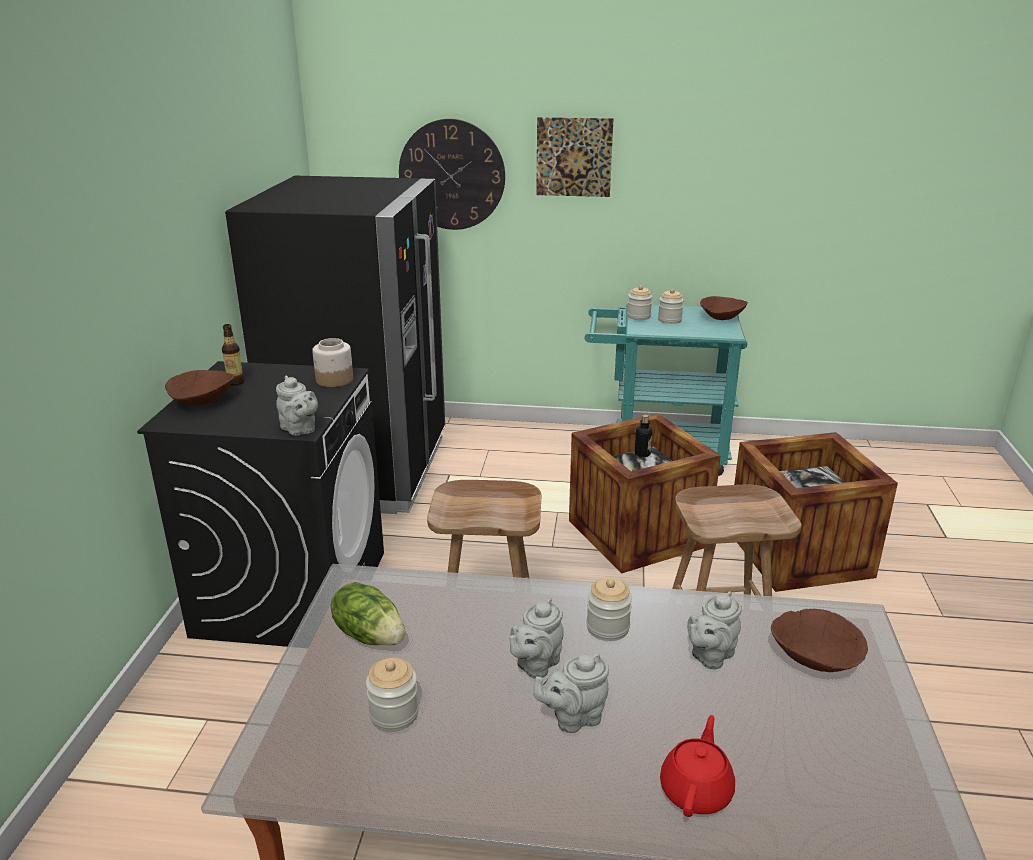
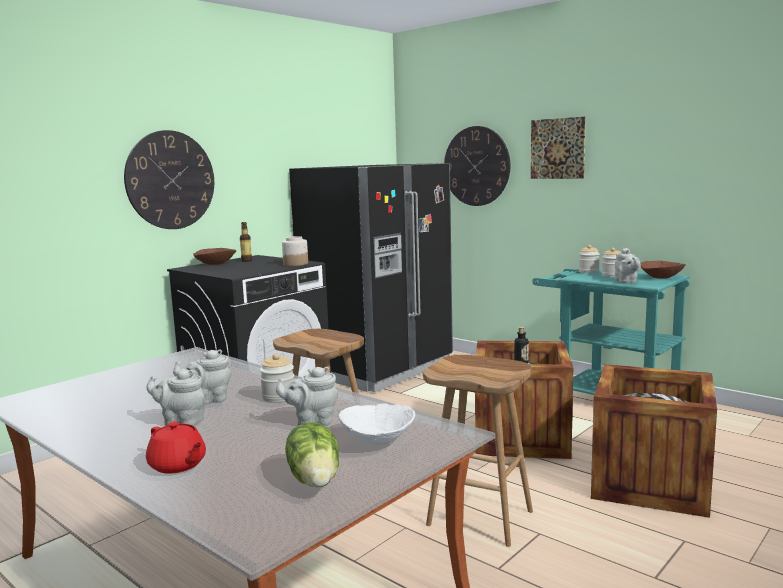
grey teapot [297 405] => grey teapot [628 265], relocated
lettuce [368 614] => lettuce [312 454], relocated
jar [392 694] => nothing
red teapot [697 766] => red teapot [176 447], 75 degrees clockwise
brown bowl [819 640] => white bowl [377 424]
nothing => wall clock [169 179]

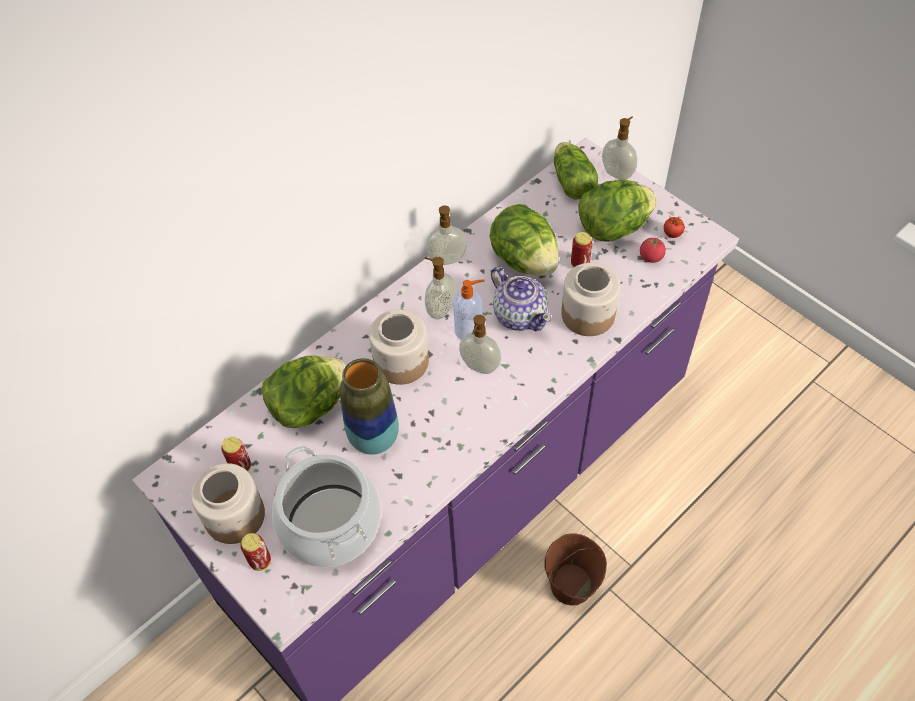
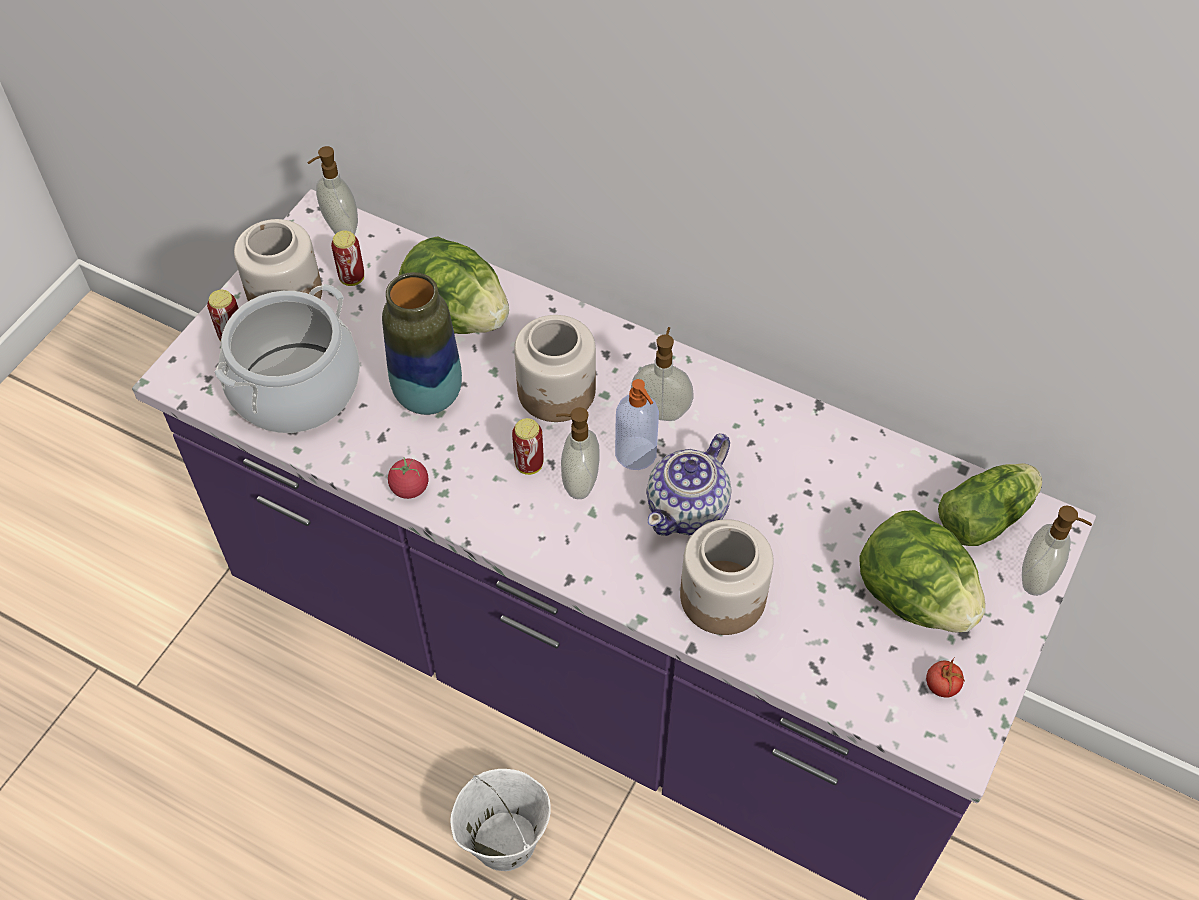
soap dispenser [446 235] => soap dispenser [332 190], relocated
lettuce [524 240] => nothing
brown bucket [575 569] => white bucket [500 820]
can [582 250] => can [528 446], relocated
tomato [653 249] => tomato [408 478], relocated

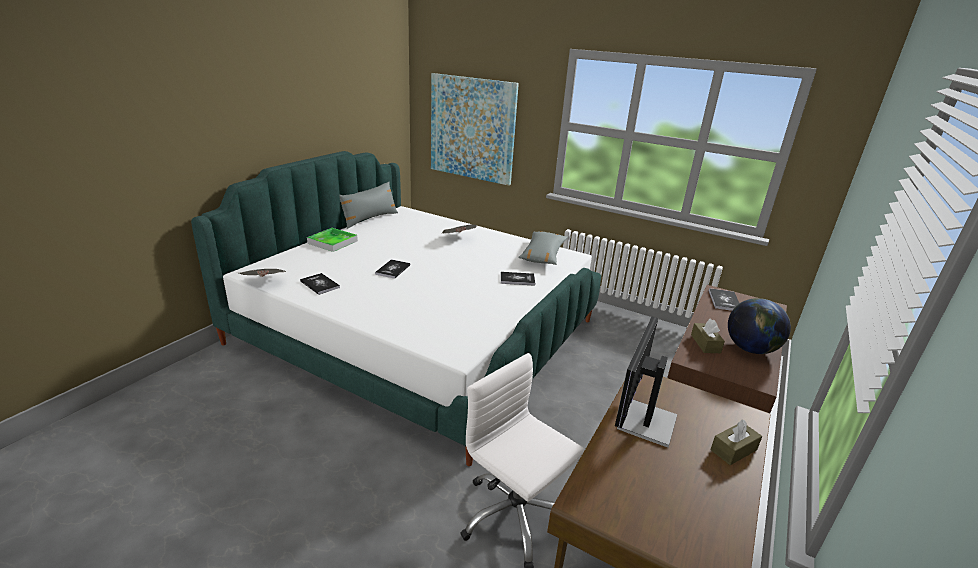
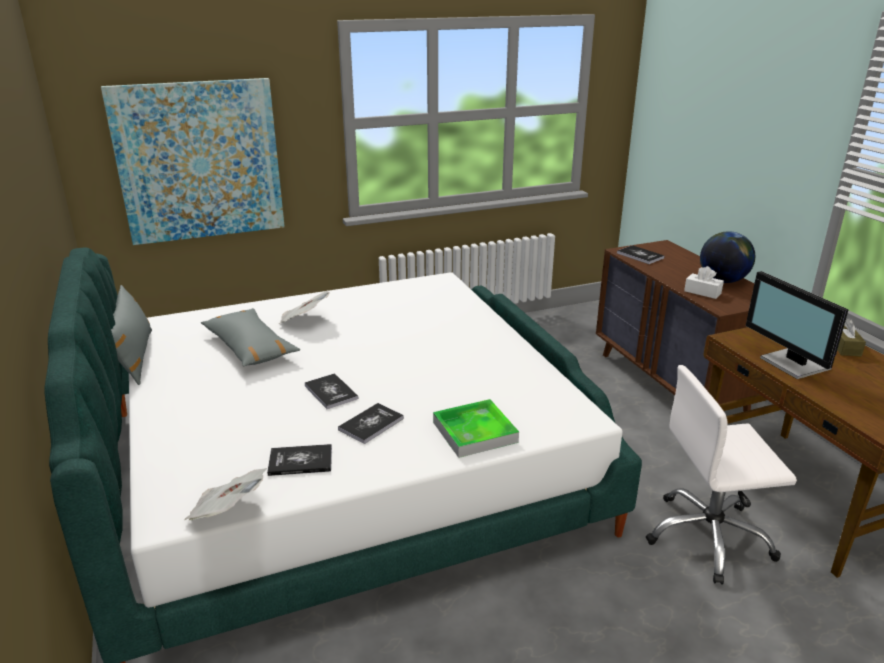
tray [332 240] => tray [476 428], relocated
book [518 279] => book [371 423], relocated
grey pillow [543 248] => grey pillow [250 337], relocated
brown tissue box [708 336] => white tissue box [704 282]

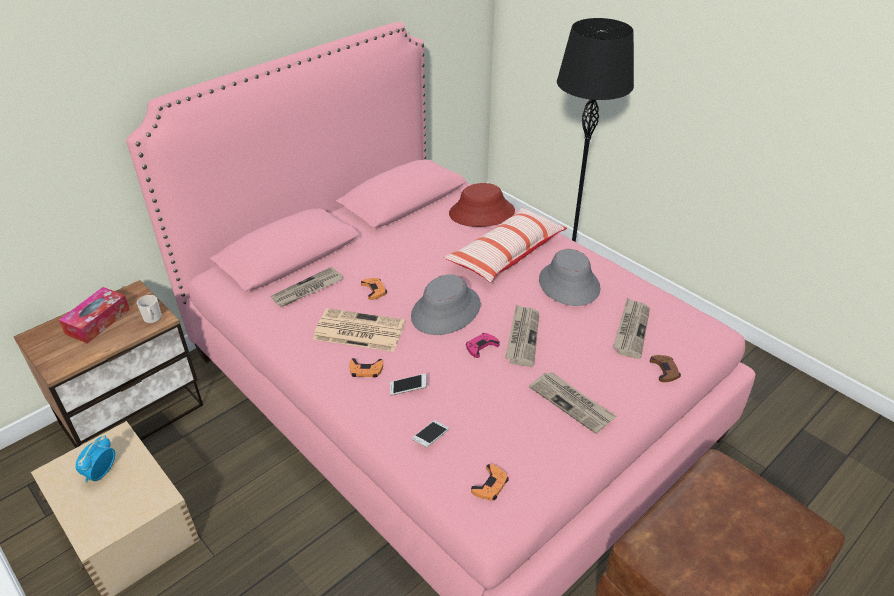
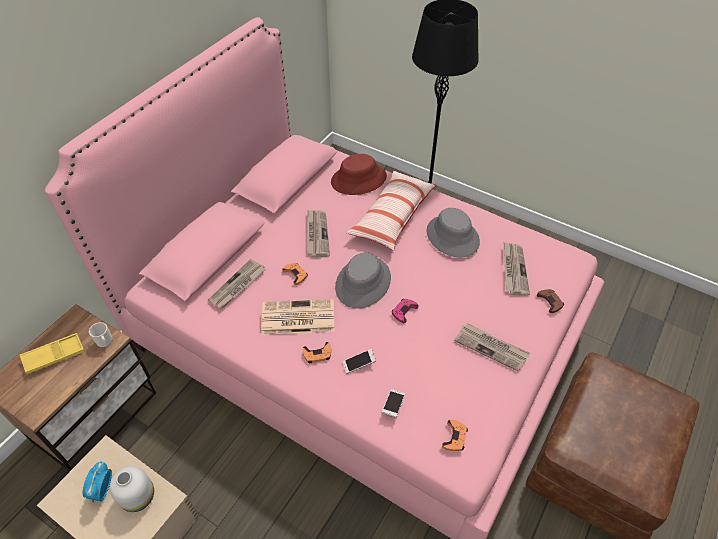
tissue box [94 315] => yellow tray [52 353]
newspaper [522 336] => newspaper [318 234], relocated
nothing => white vase [132 489]

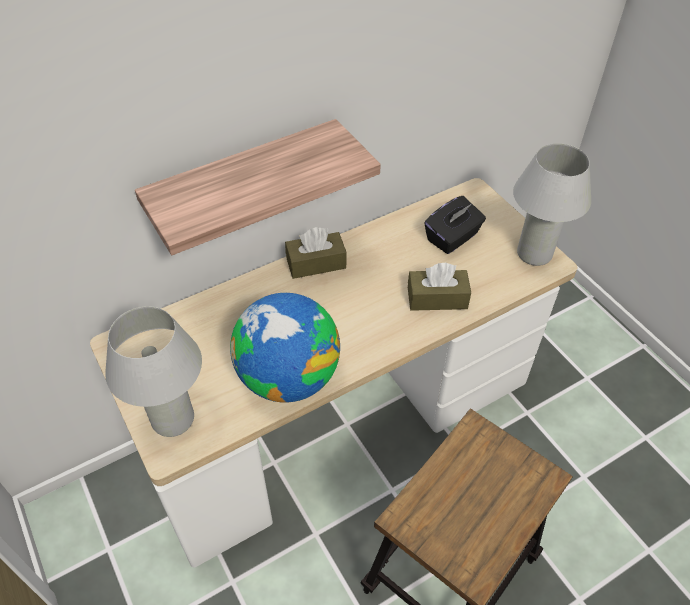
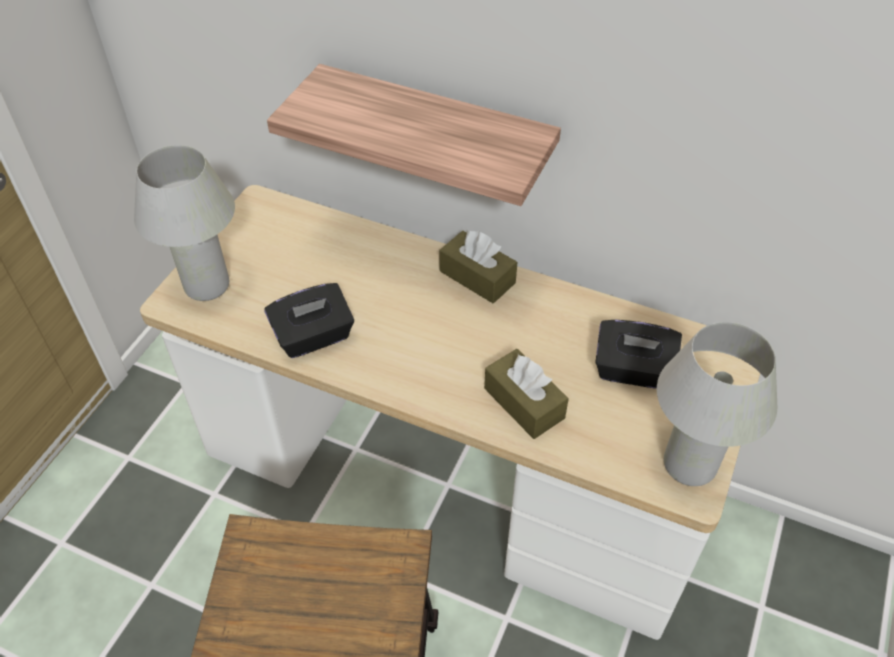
globe [285 348] => black tissue box [309 320]

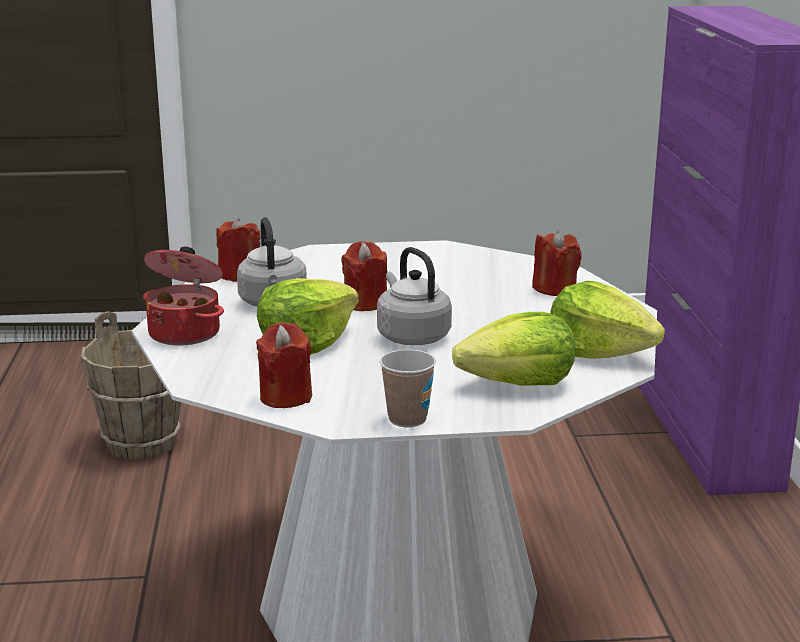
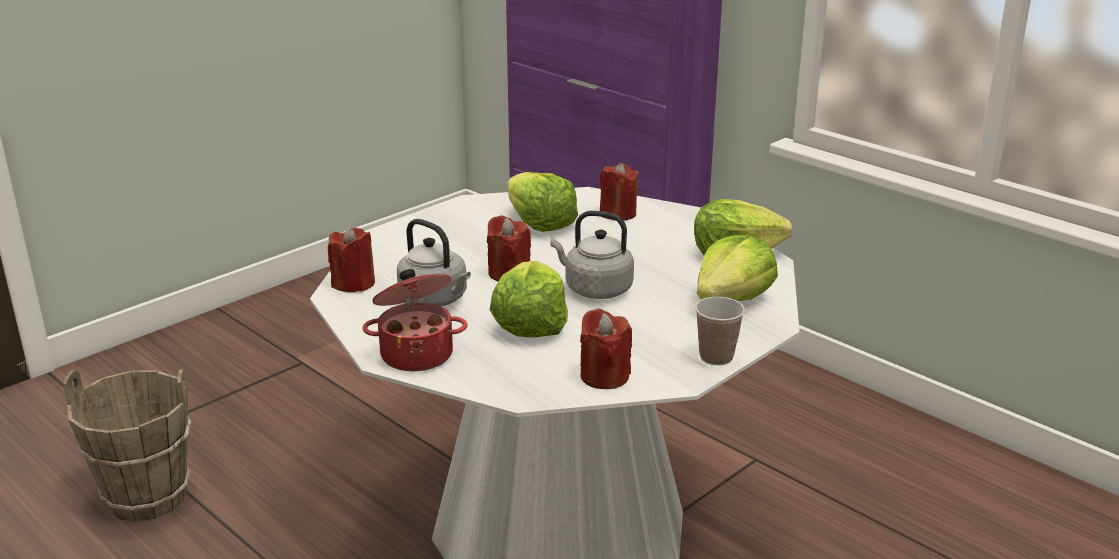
nothing => lettuce [542 202]

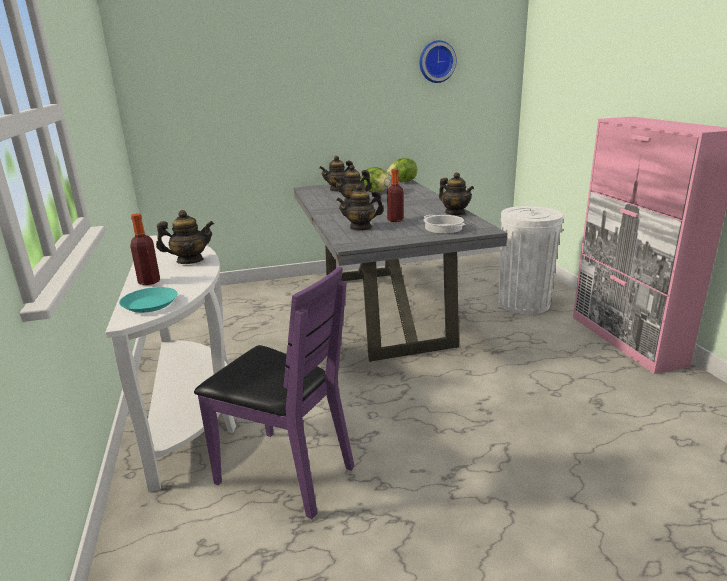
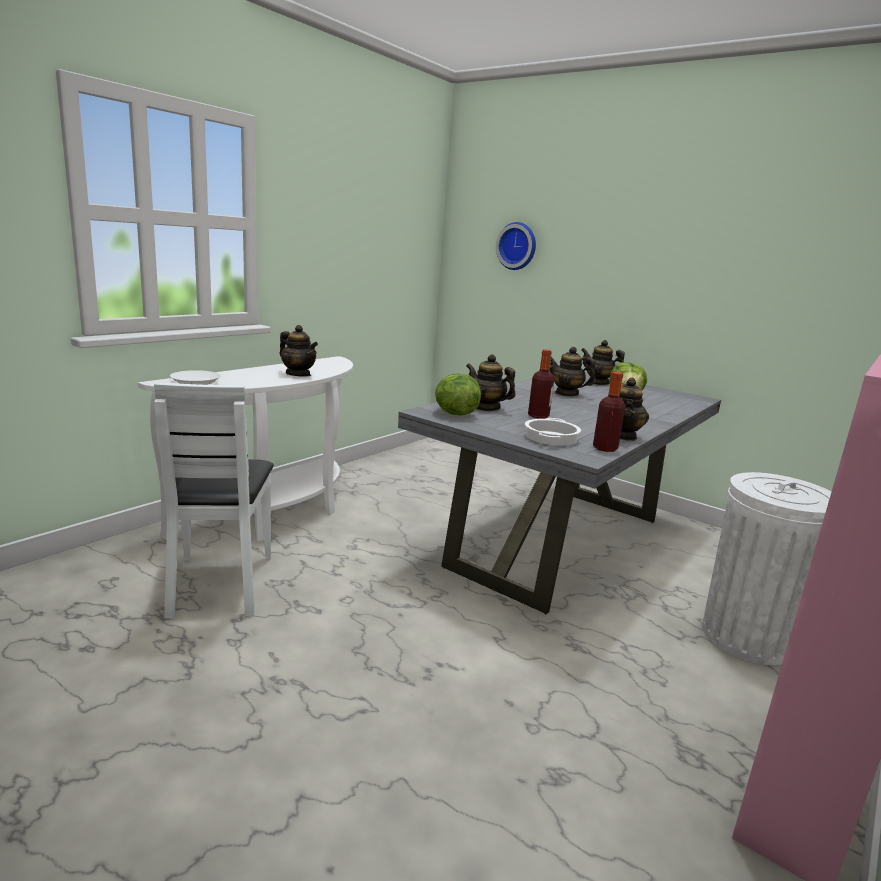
turquoise plate [148 300] => white plate [195 377]
bottle [145 249] => bottle [609 412], relocated
purple chair [274 392] => white chair [214 500]
lettuce [402 170] => lettuce [458 394], relocated
wall clock [438 61] => wall clock [516 246], relocated

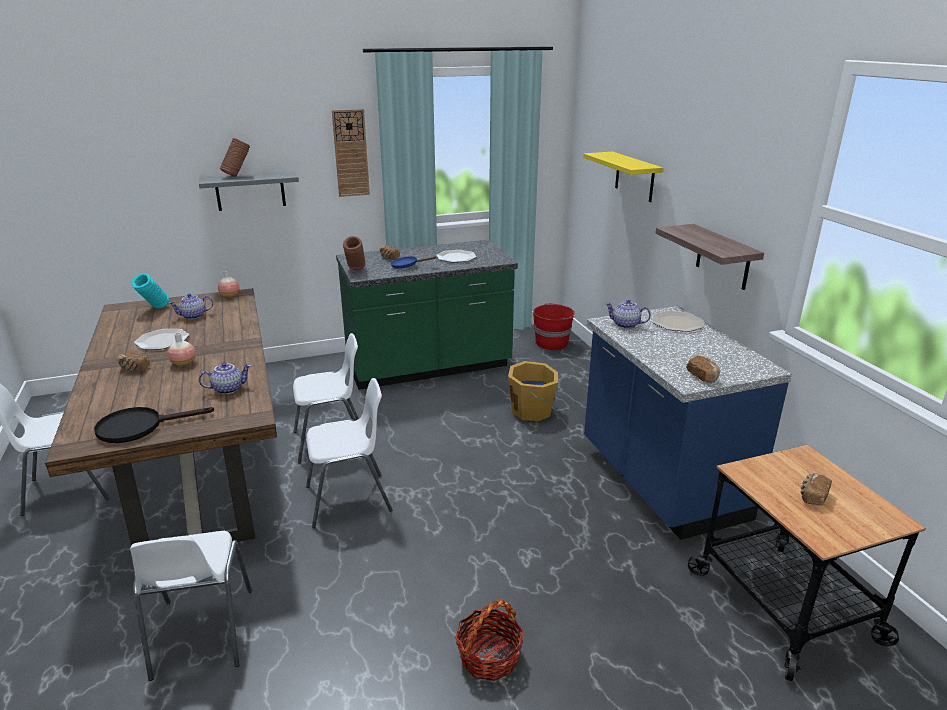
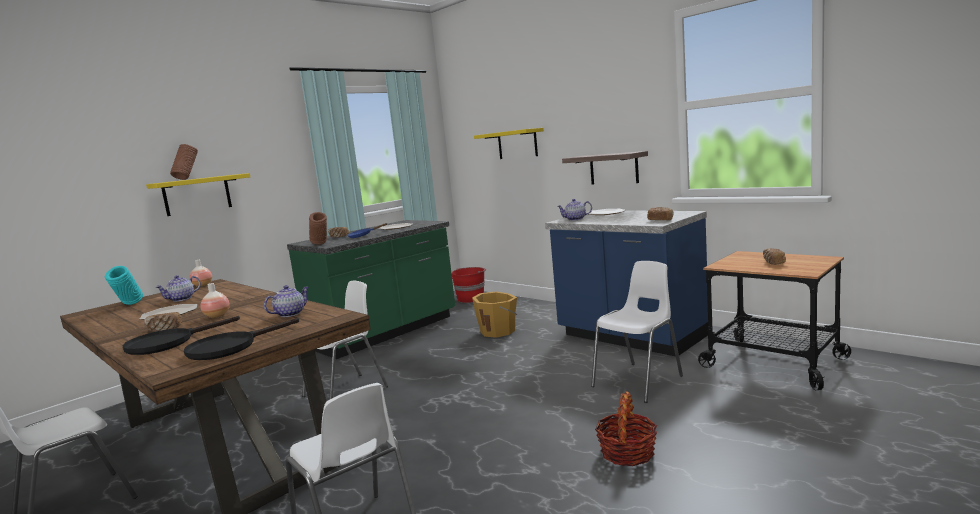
grey shelf [249 191] => yellow shelf [198 194]
white chair [349 453] => white chair [637 332], relocated
wall clock [351 153] => nothing
nothing => black frying pan [181 335]

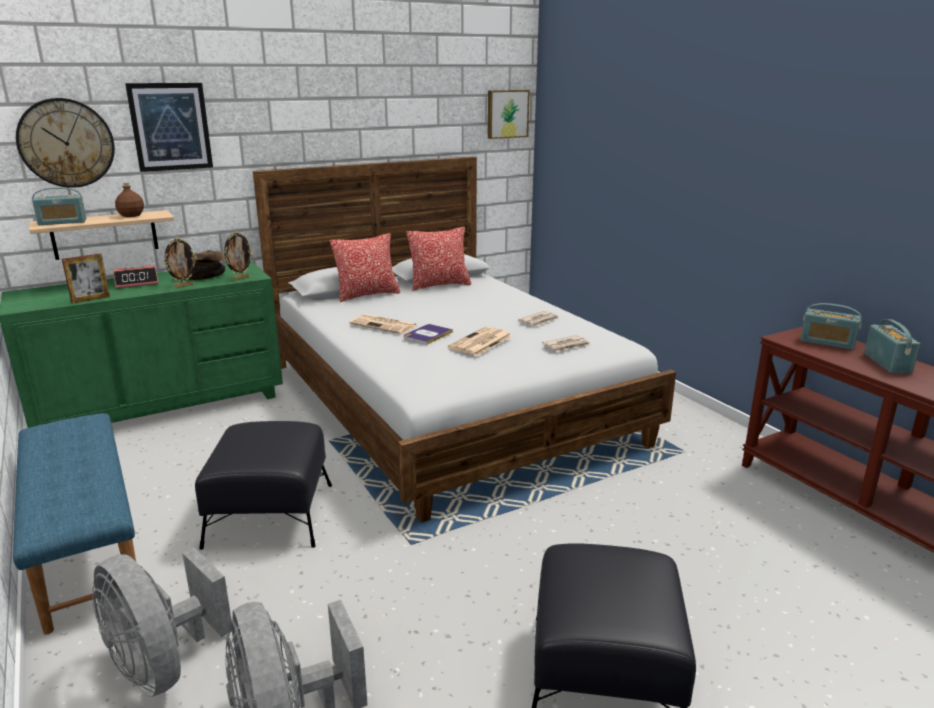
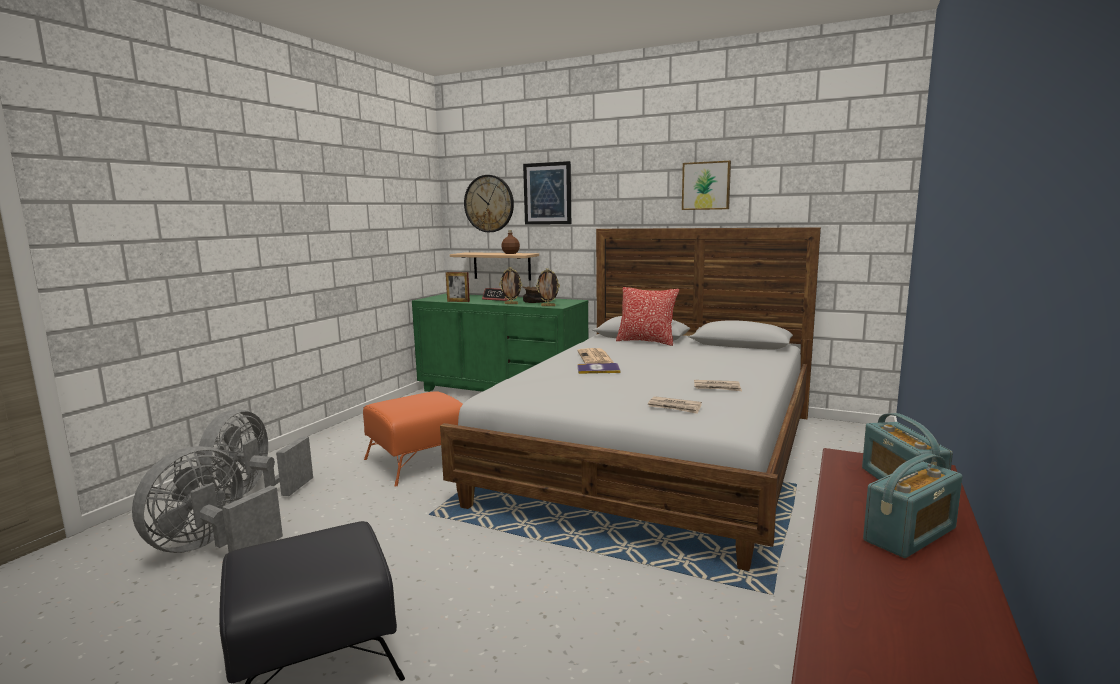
blue bench [74 524] => nothing
radio [59 206] => nothing
black ottoman [263 485] => orange ottoman [413 439]
pillow [438 259] => nothing
newspaper [480 341] => nothing
picture [509 114] => picture [706 185], relocated

